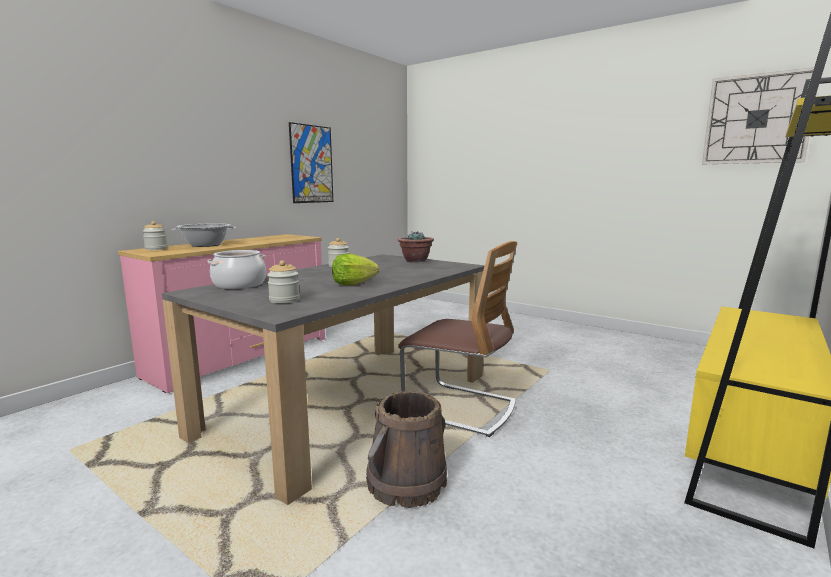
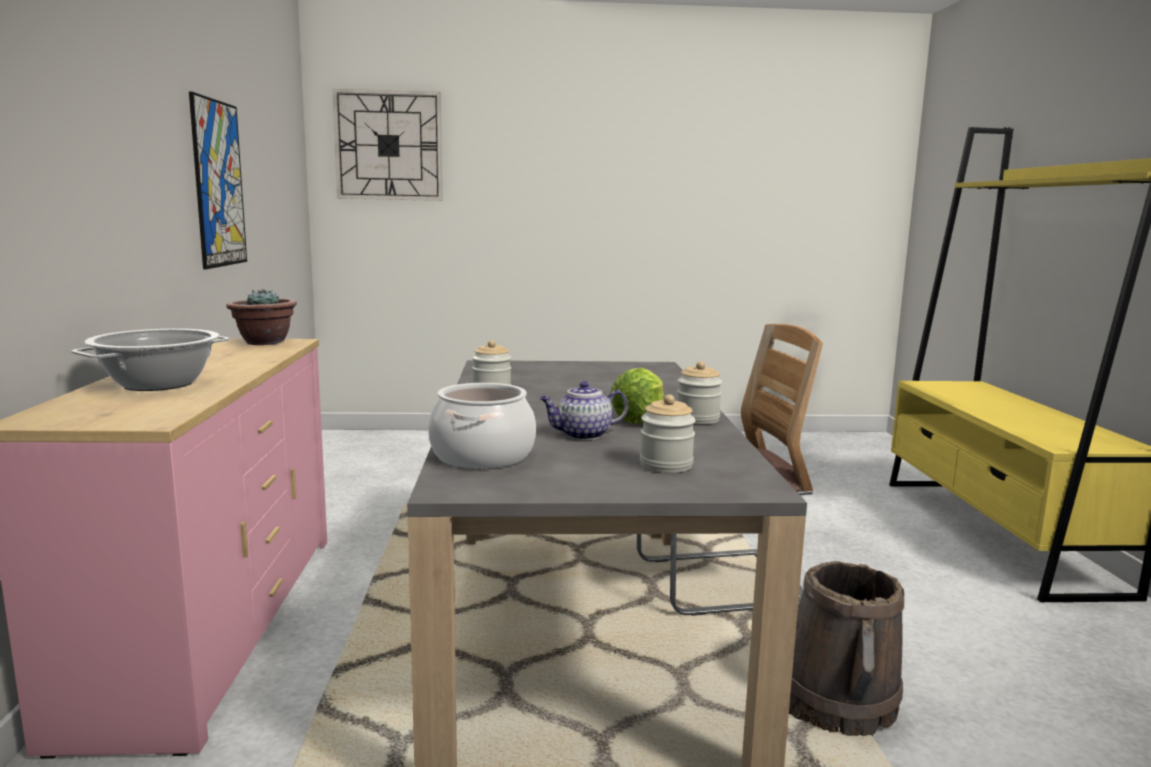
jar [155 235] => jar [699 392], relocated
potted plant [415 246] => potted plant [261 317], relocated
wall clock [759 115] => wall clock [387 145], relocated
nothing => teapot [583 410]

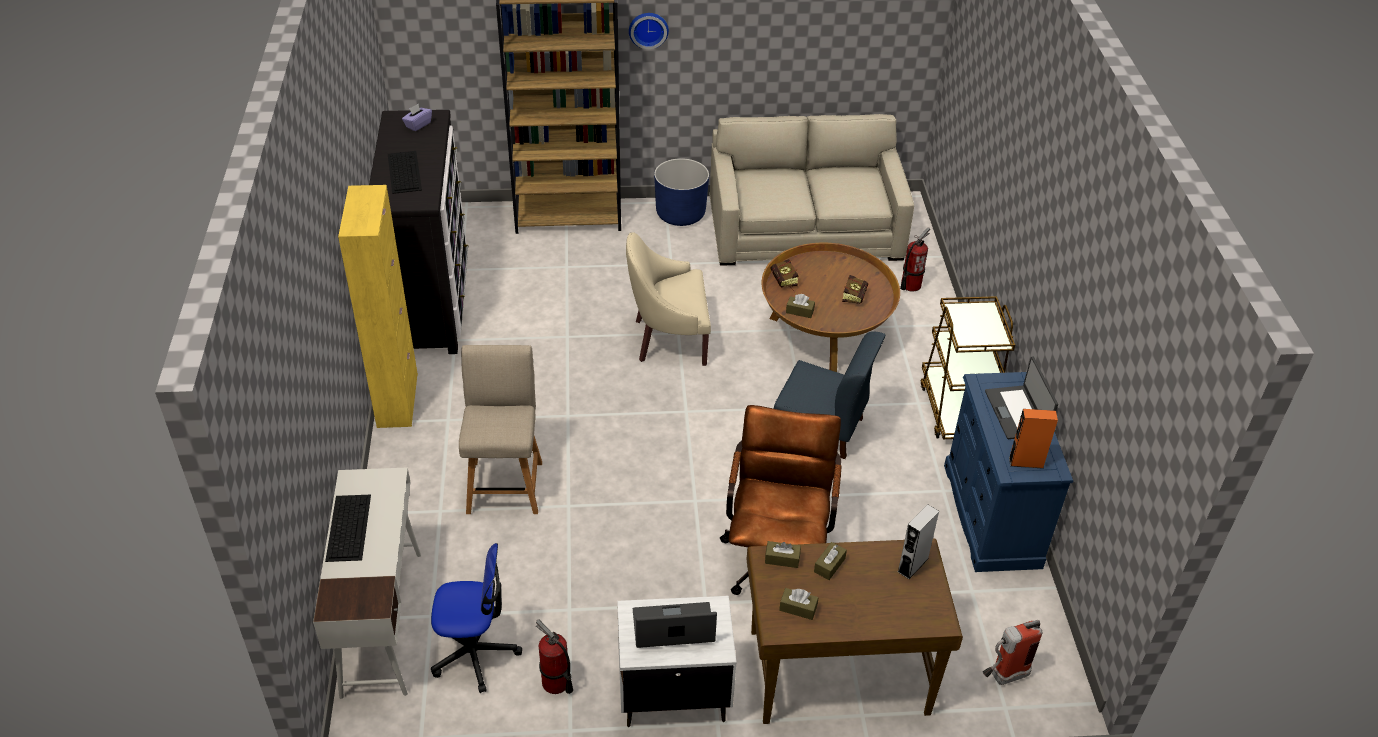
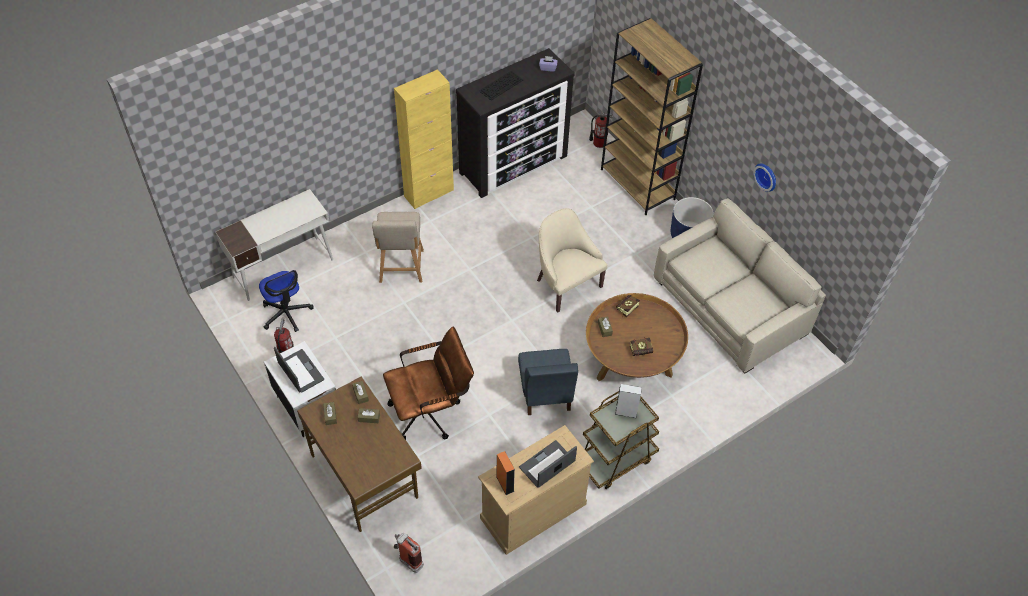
keyboard [348 528] => nothing
beige chair [500 429] => beige chair [398 247], 120 degrees clockwise
wall clock [649 31] => wall clock [764 178], relocated
grey speaker [918 541] => grey speaker [628 401], relocated
fire extinguisher [915 259] => fire extinguisher [601 130], relocated
blue dresser [1008 472] => beige dresser [536 490]

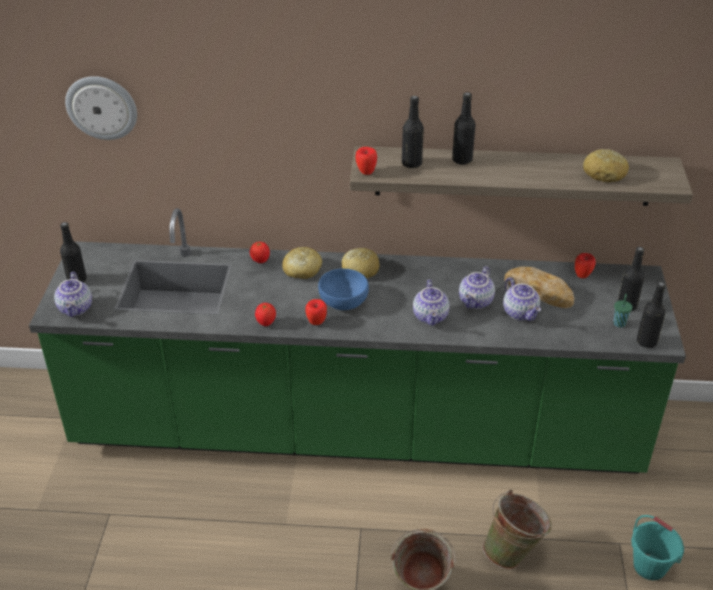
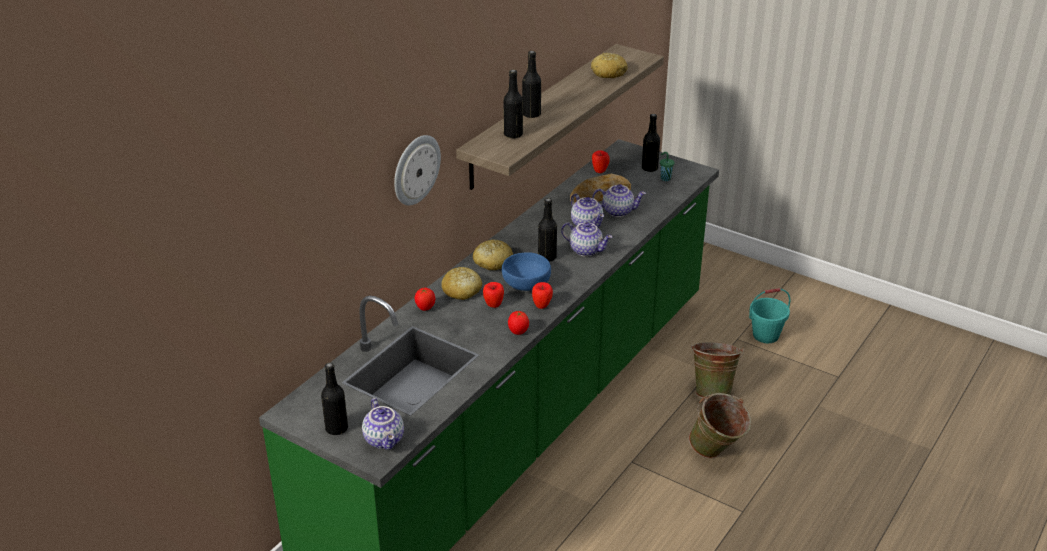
teapot [73 294] => teapot [383 424], 45 degrees clockwise
wall clock [101 108] => wall clock [417 170], relocated
apple [366 161] => apple [493 295], relocated
black bottle [651 315] => black bottle [547 230], relocated

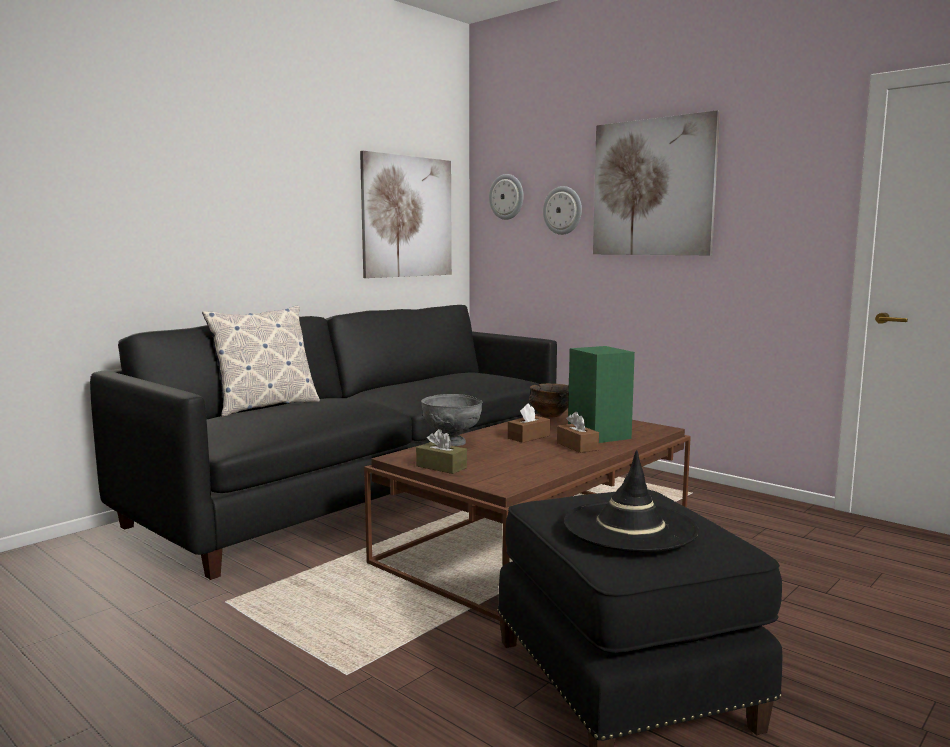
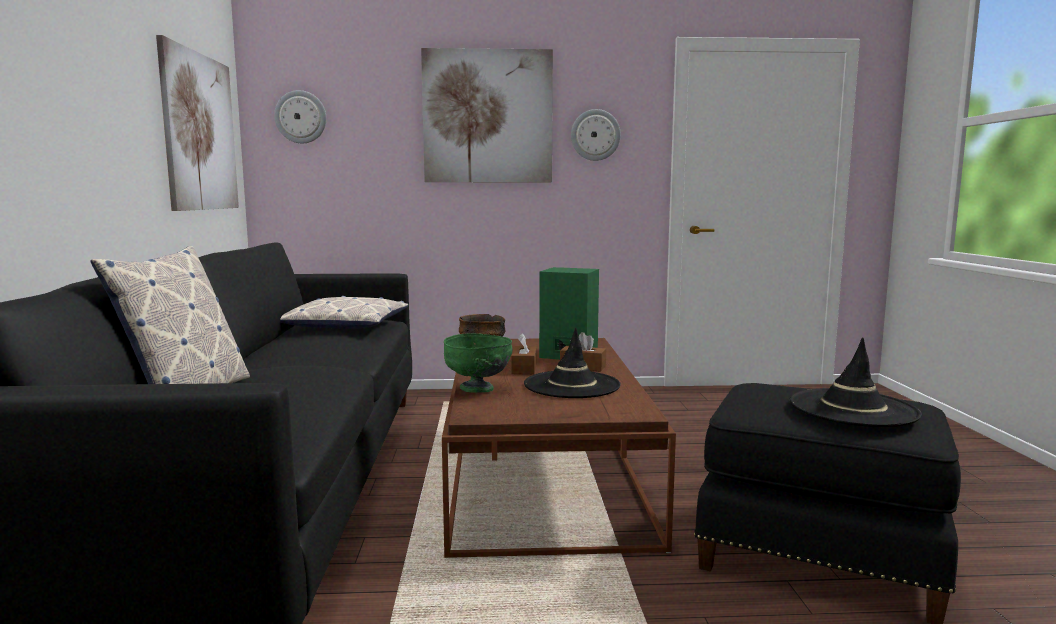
brown tissue box [441 451] => nothing
grey bowl [451 420] => green bowl [478 363]
wall clock [562 210] => wall clock [596 135], relocated
nothing => pillow [344 312]
nothing => black hat [572 362]

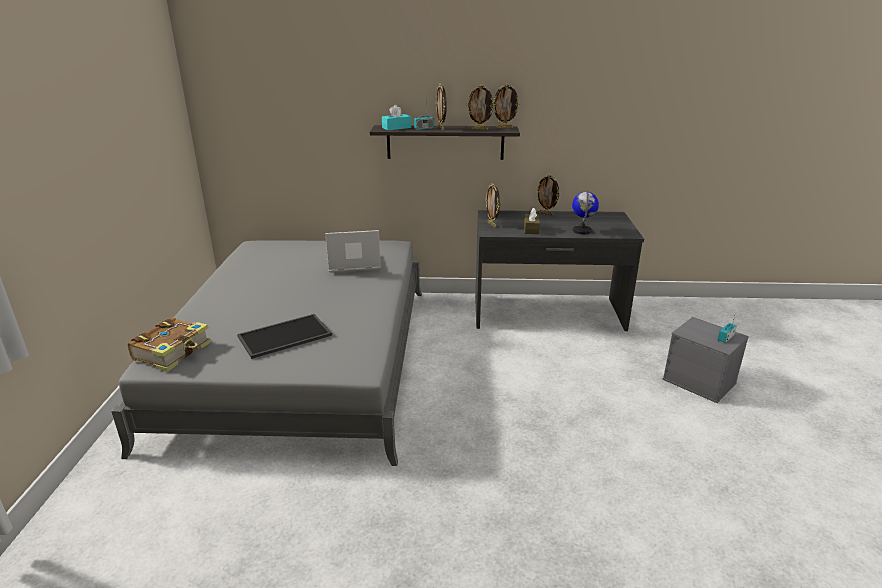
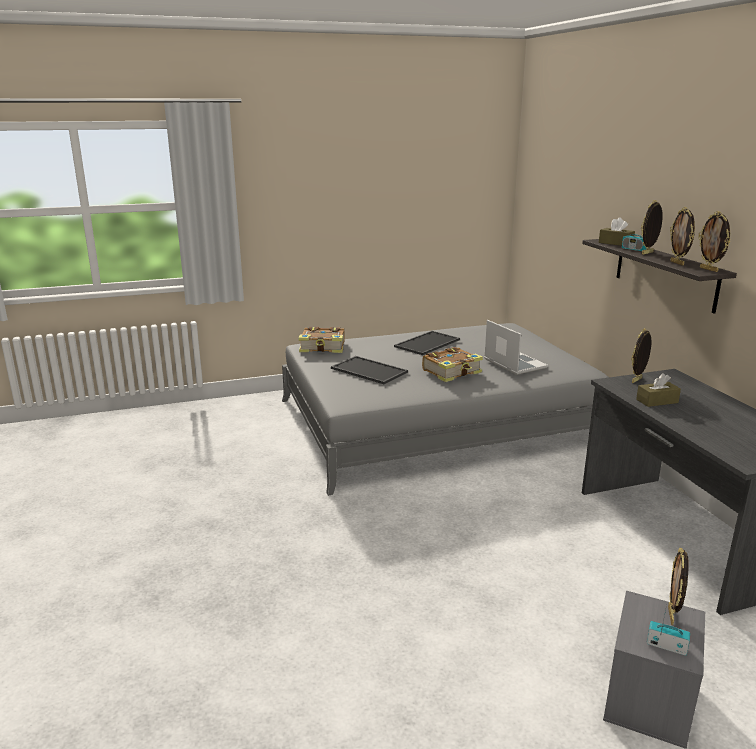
turquoise tissue box [396 117] => brown tissue box [617 231]
picture frame [548 194] => picture frame [678 586], relocated
globe [585 213] => nothing
nothing => tray [427 343]
nothing => book [452 364]

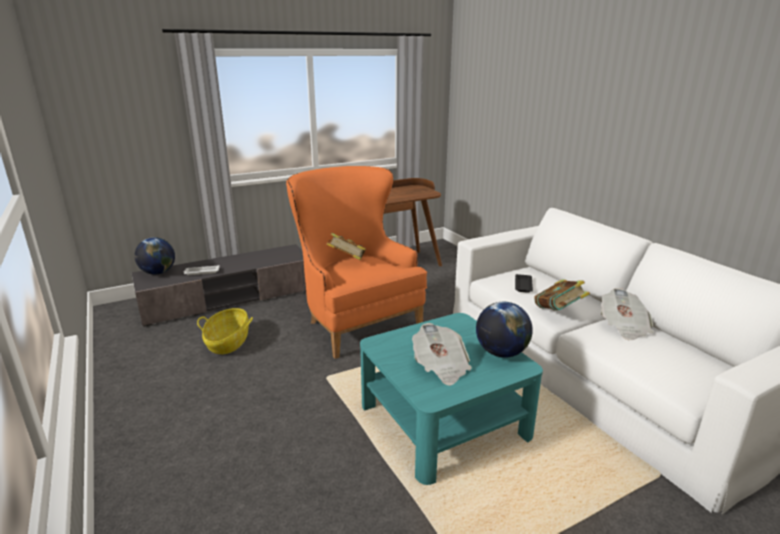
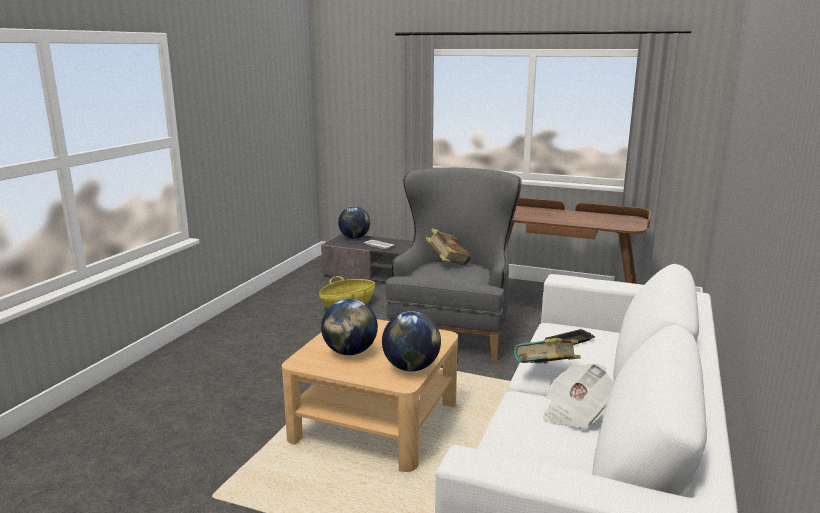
orange armchair [356 262] => grey armchair [454 264]
turquoise coffee table [451 399] => beige coffee table [370 395]
newspaper [442 354] => globe [349 326]

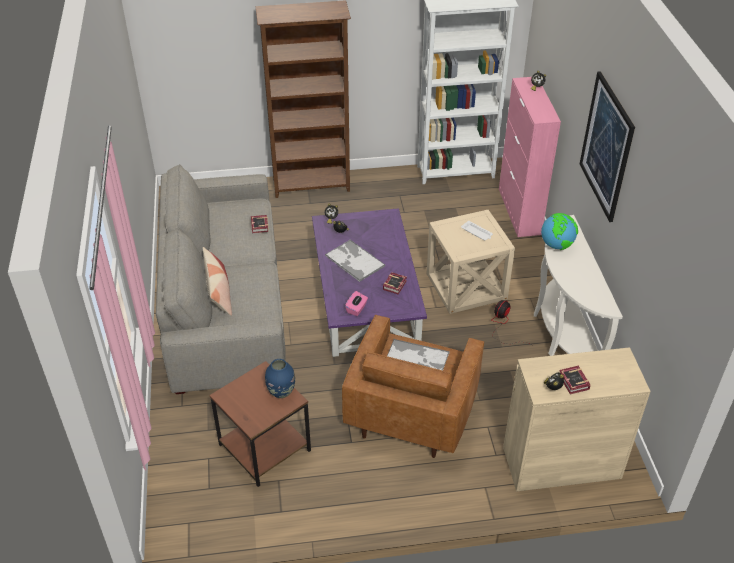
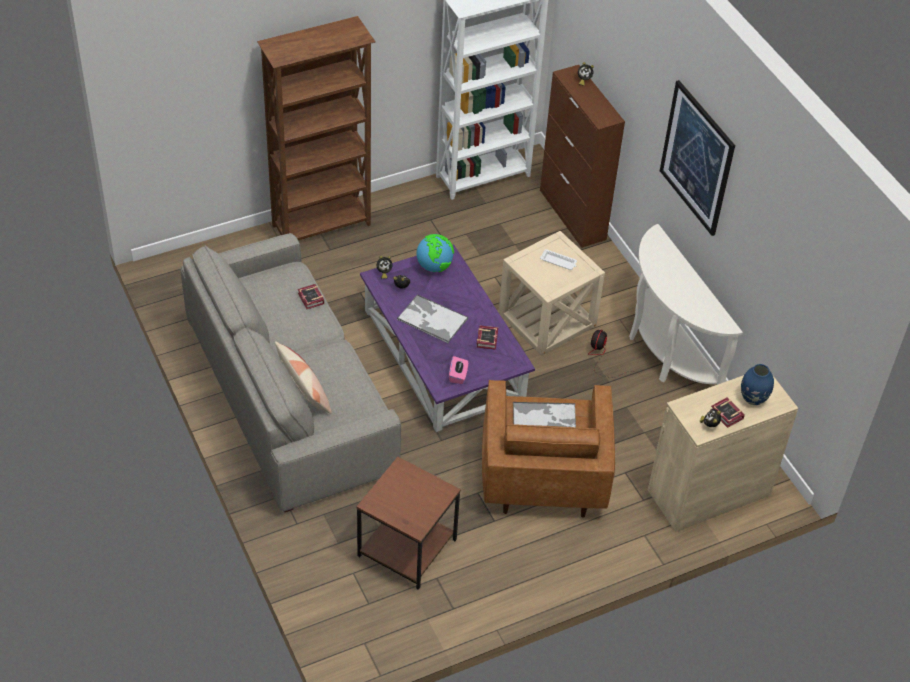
blue vase [280 378] => blue vase [757 384], relocated
pink cabinet [530 157] => brown cabinet [582 156]
globe [559 231] => globe [435 253], relocated

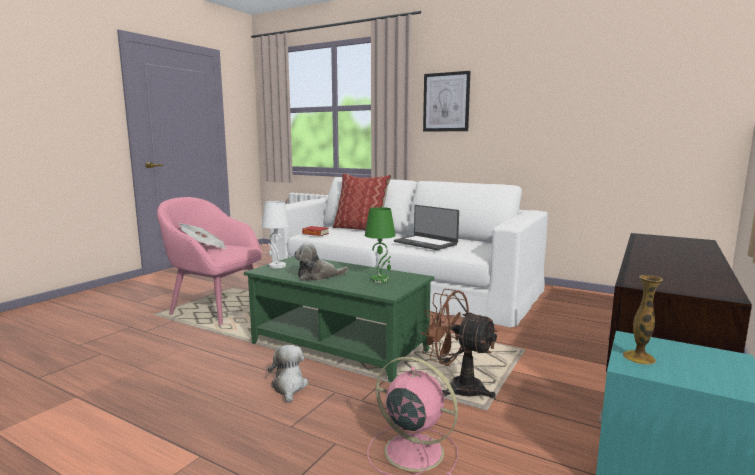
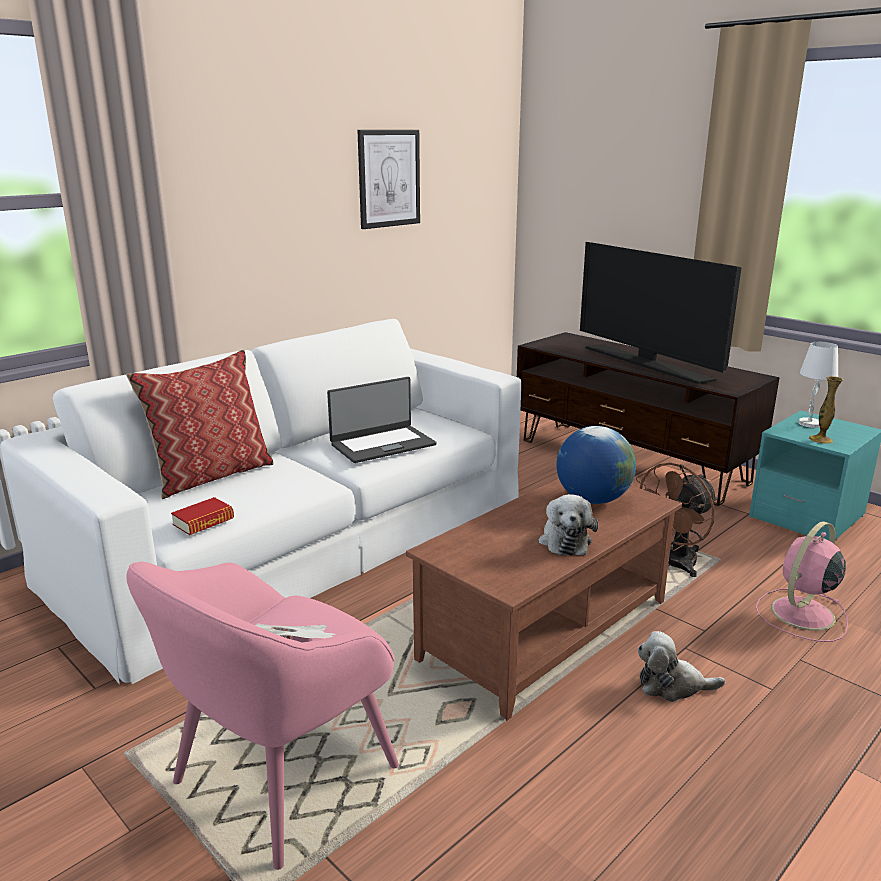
green coffee table [339 319] => brown coffee table [544 599]
white table lamp [275 234] => white table lamp [818 385], relocated
green table lamp [380 245] => globe [596 465]
picture [446 101] => picture [388 179], relocated
nothing => television [660 313]

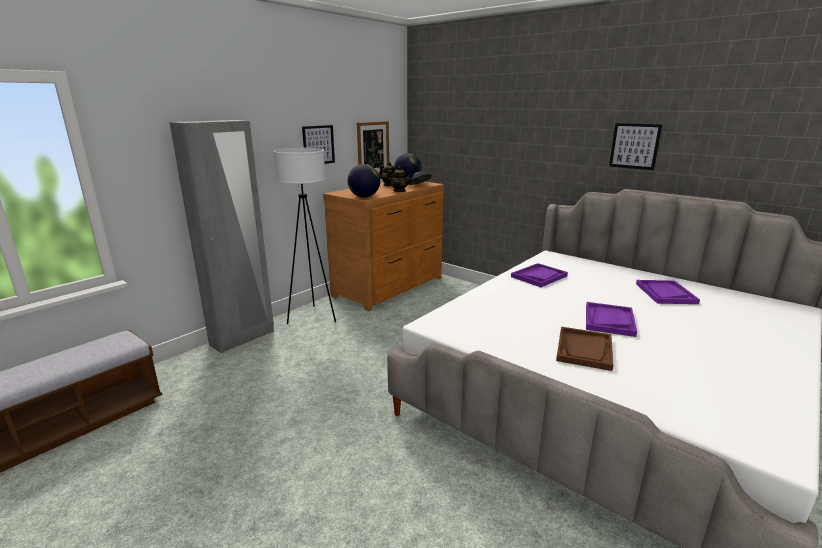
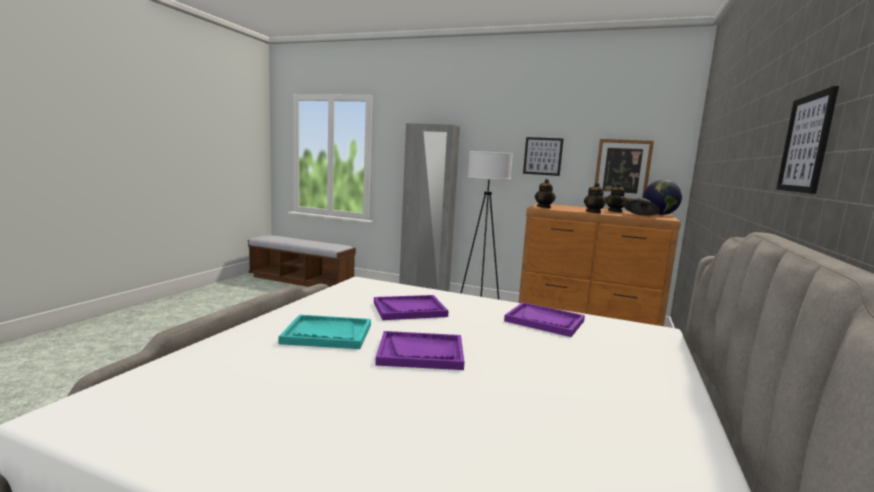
globe [363 181] => teapot [545 193]
brown tray [584 349] => turquoise tray [324 332]
purple tray [668 292] => purple tray [411 307], relocated

